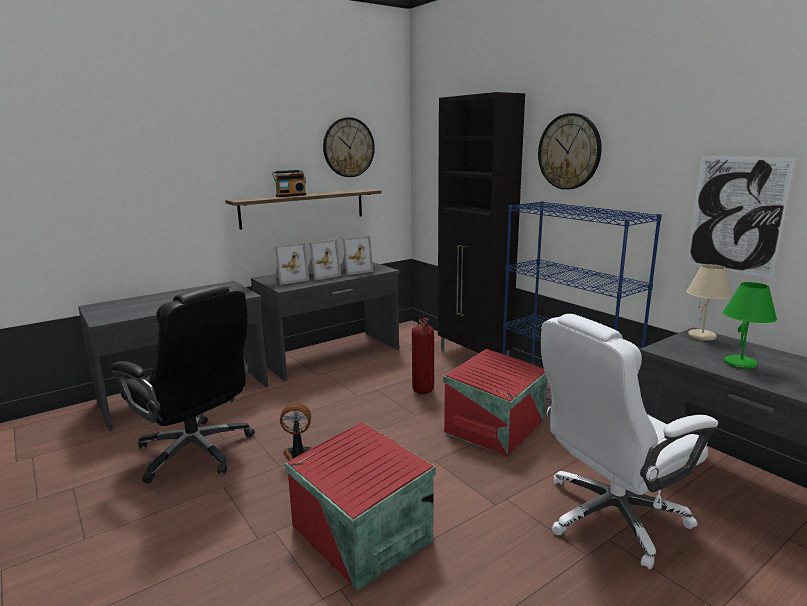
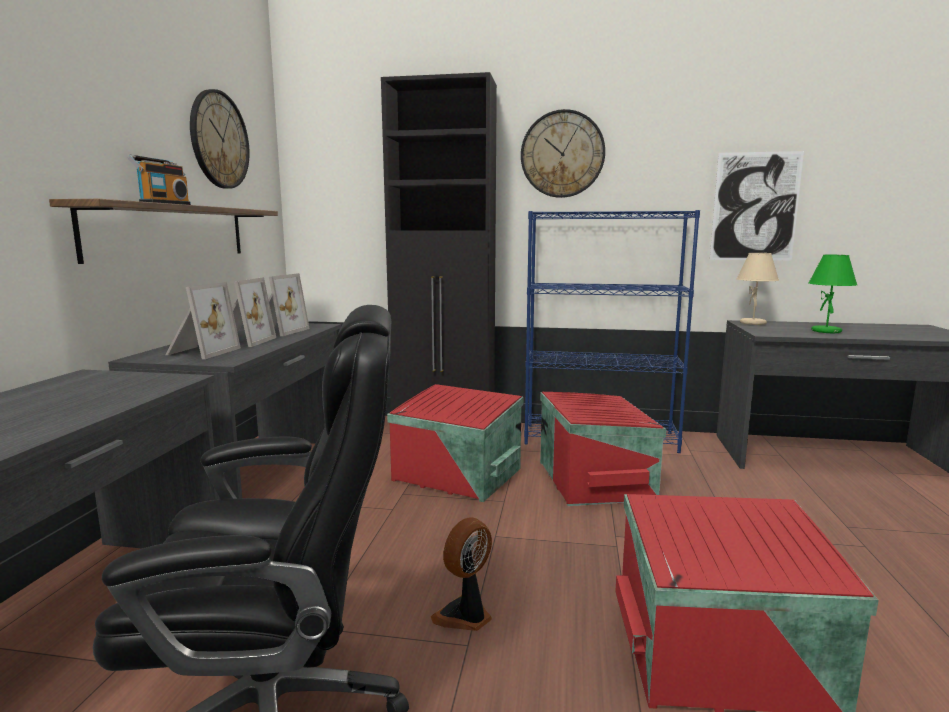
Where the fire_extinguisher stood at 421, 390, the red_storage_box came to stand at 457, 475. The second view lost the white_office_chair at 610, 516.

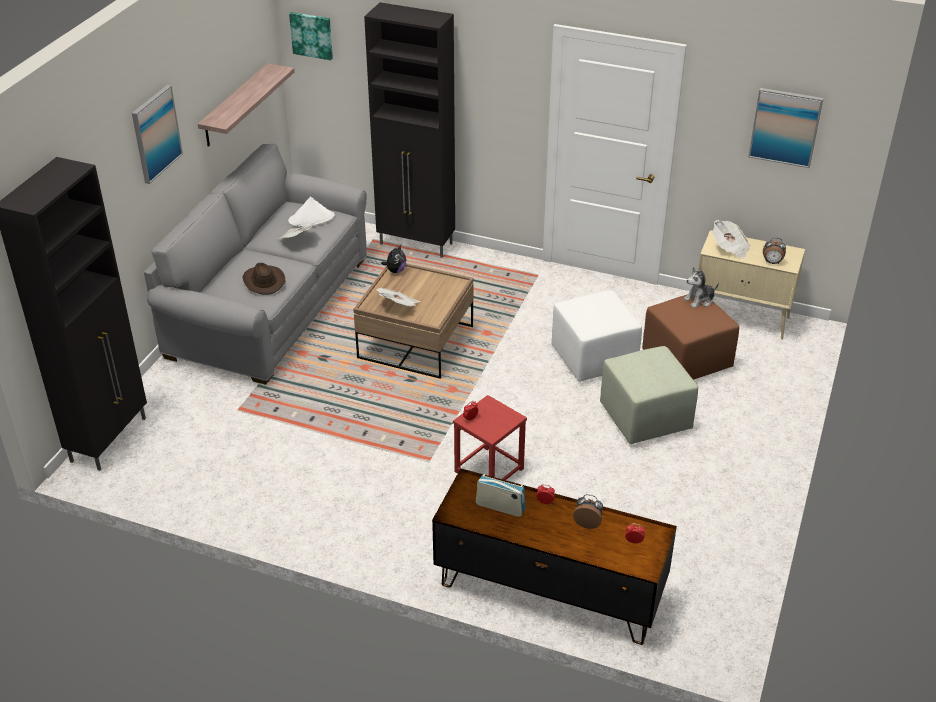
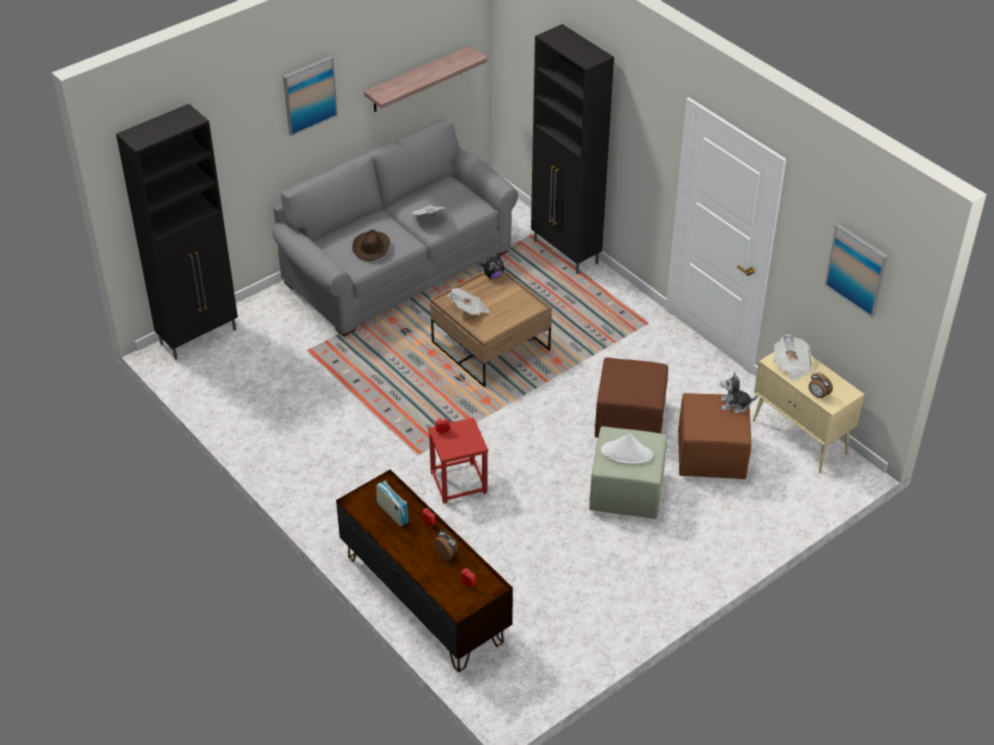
The white_hat ended up elsewhere, having gone from 311, 219 to 627, 453. The second view lost the picture at 312, 35. What was the white_ottoman at 594, 358 turned into the brown_ottoman at 630, 422.

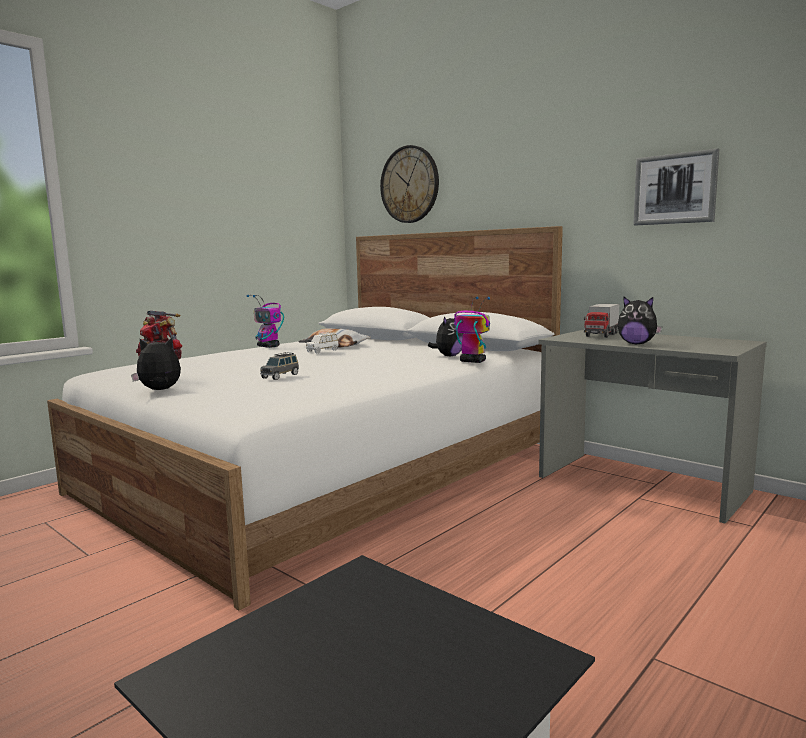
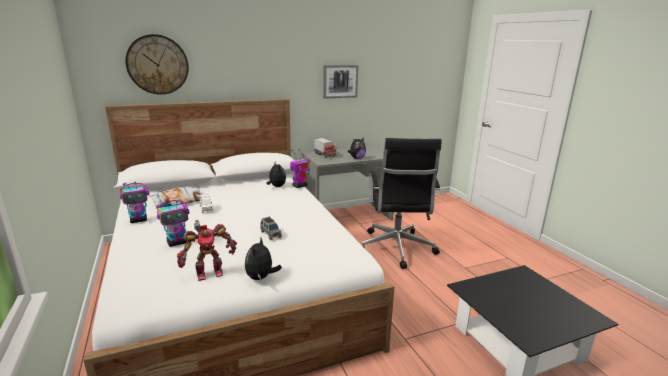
The second view gained the toy_robot at 177, 243. The second view gained the black_office_chair at 396, 249.

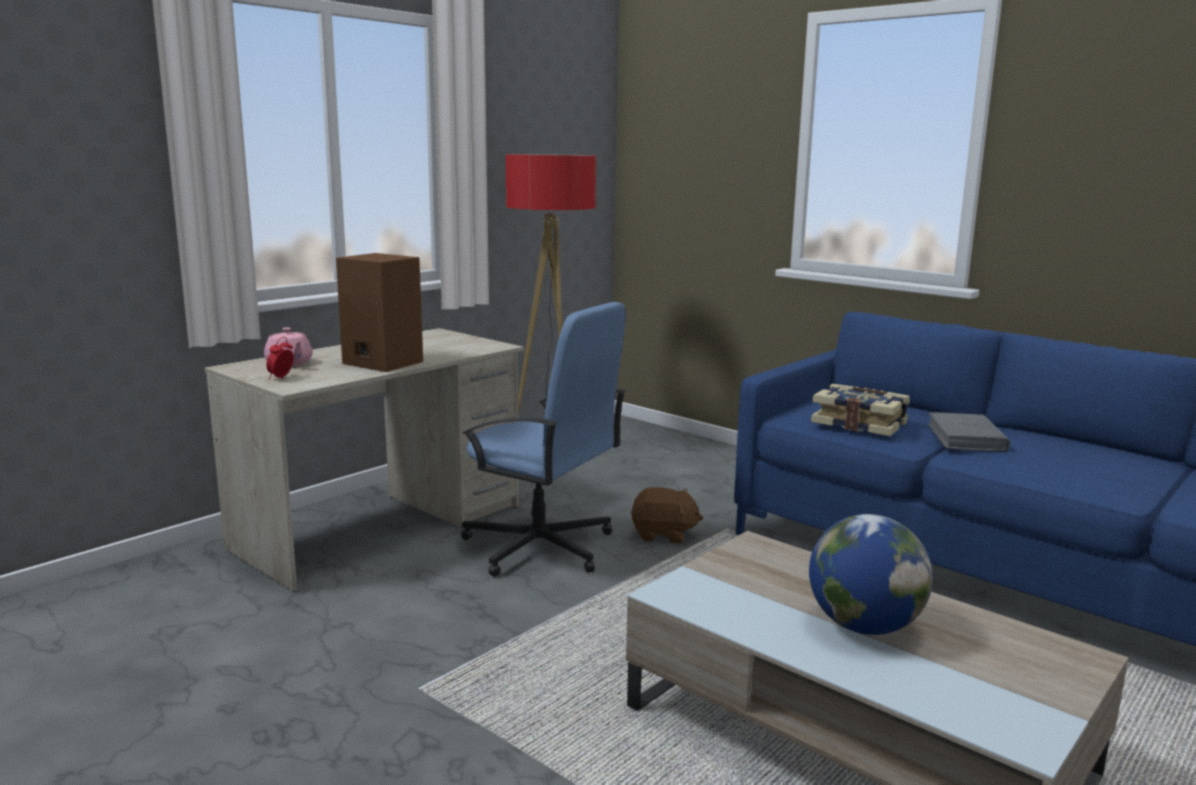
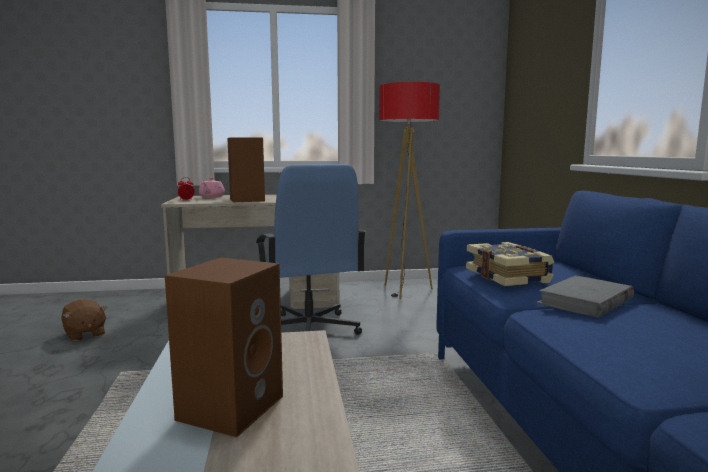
The brown_plush_toy ended up elsewhere, having gone from 663, 535 to 84, 334. Where the globe stood at 864, 626, the brown_speaker came to stand at 231, 406.

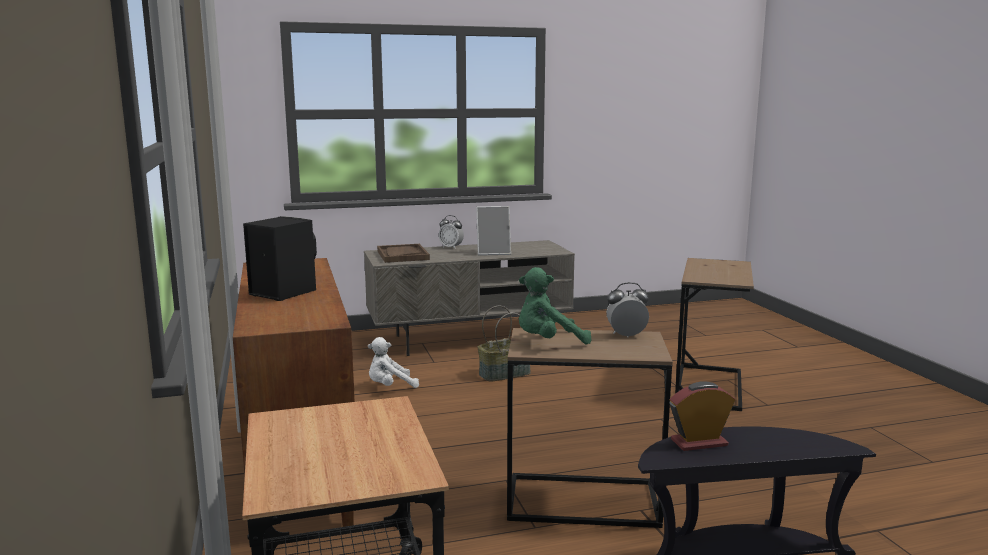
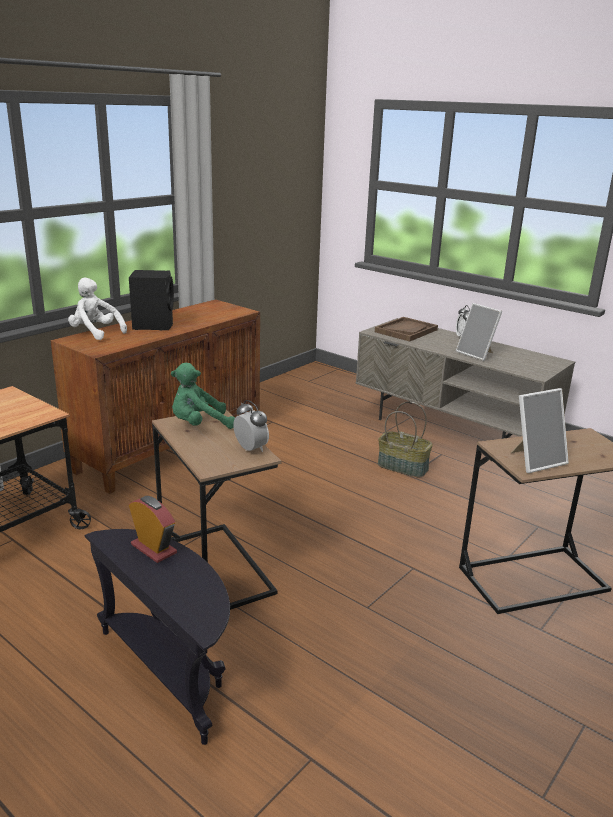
The white_plush_toy ended up elsewhere, having gone from 390, 387 to 95, 333. The green_plush_toy at 548, 342 ended up facing another way, 60 degrees counterclockwise from before. The second view gained the picture_frame at 535, 461.

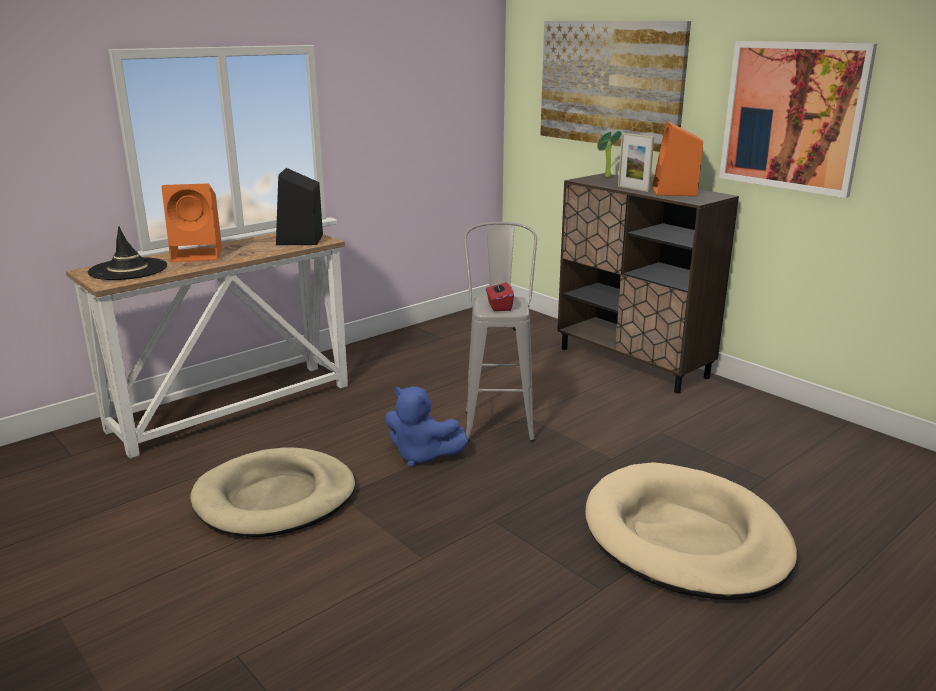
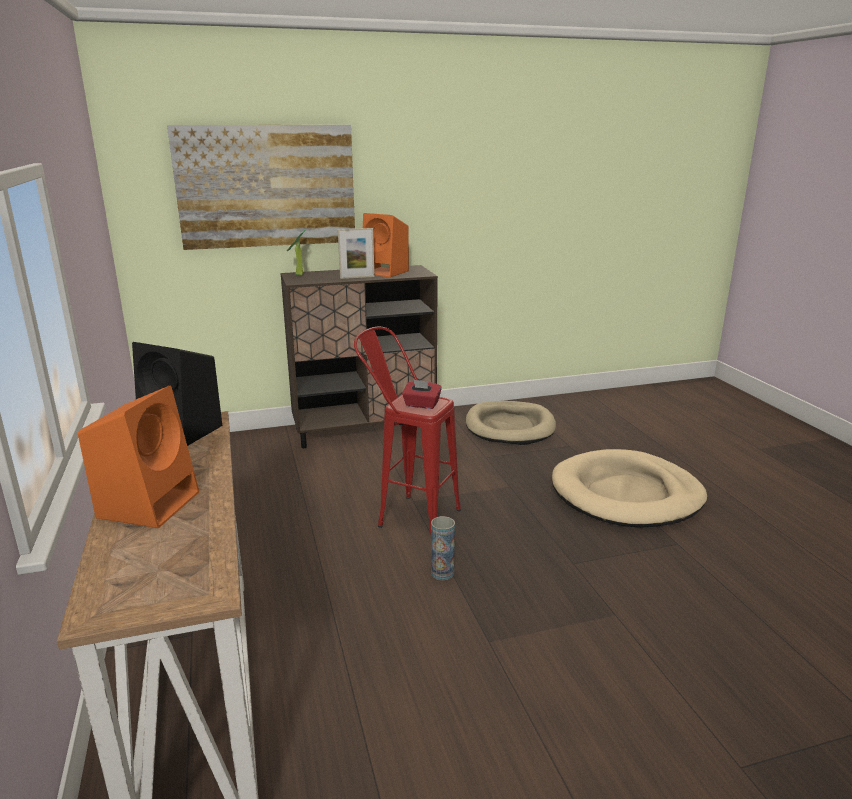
The second view lost the black_hat at 128, 269. The beige_dog_bed ended up elsewhere, having gone from 275, 498 to 510, 426. Where the blue_plush_toy stood at 421, 455, the vase came to stand at 442, 573. What was the grey_stool at 498, 420 turned into the red_stool at 408, 515. The second view lost the picture at 792, 116.

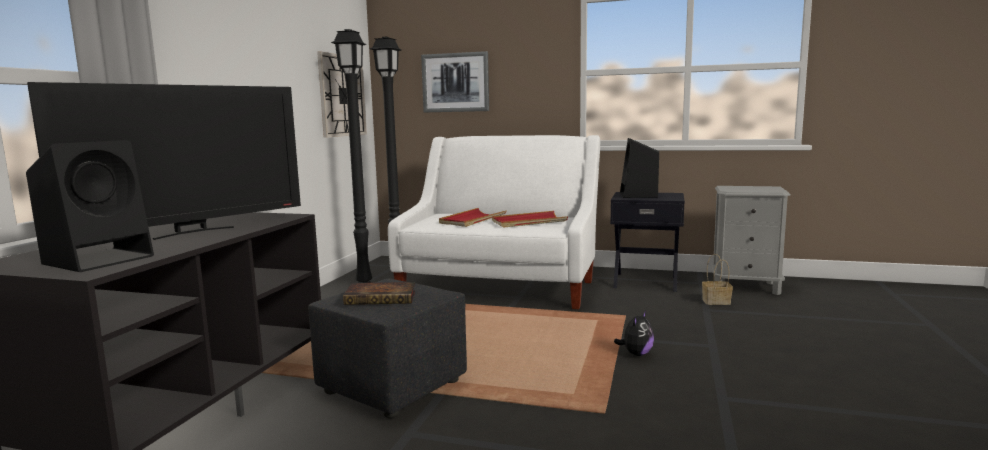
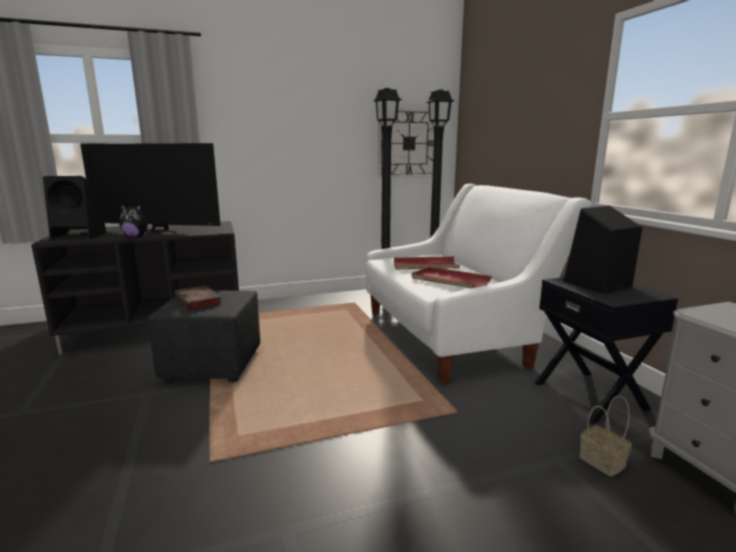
The second view lost the picture at 455, 82. The plush_toy ended up elsewhere, having gone from 636, 354 to 136, 236.

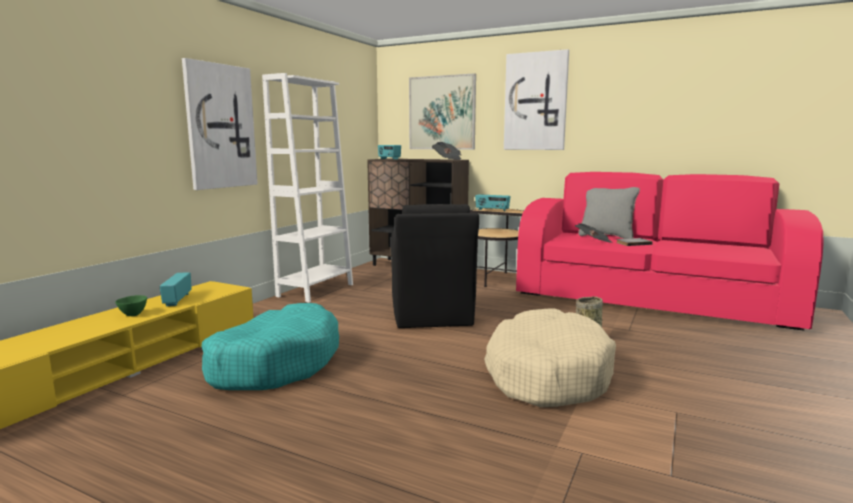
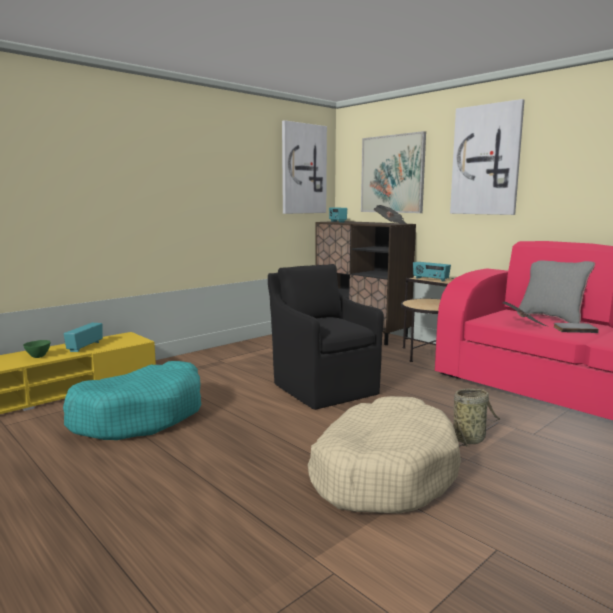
The picture ended up elsewhere, having gone from 220, 126 to 303, 169. The second view lost the white_bookcase at 315, 290. The black_armchair at 431, 316 ended up facing another way, 135 degrees clockwise from before.

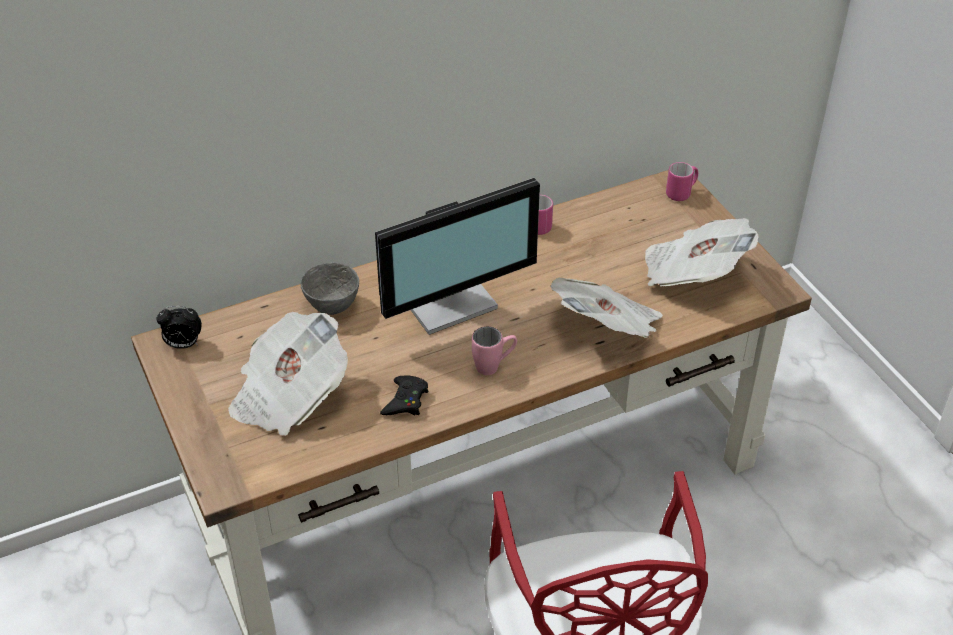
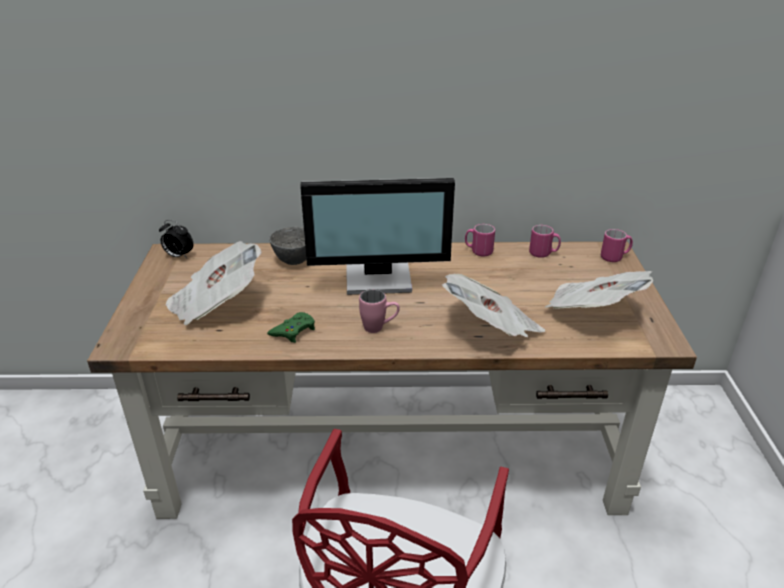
What was the black_game_controller at 405, 400 turned into the green_game_controller at 293, 331. The second view gained the pink_mug at 543, 254.

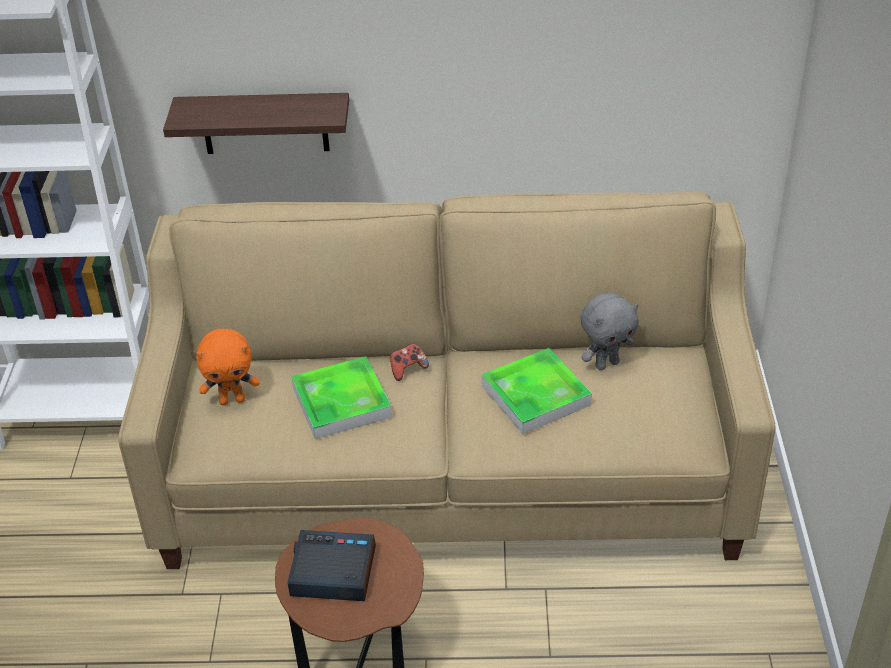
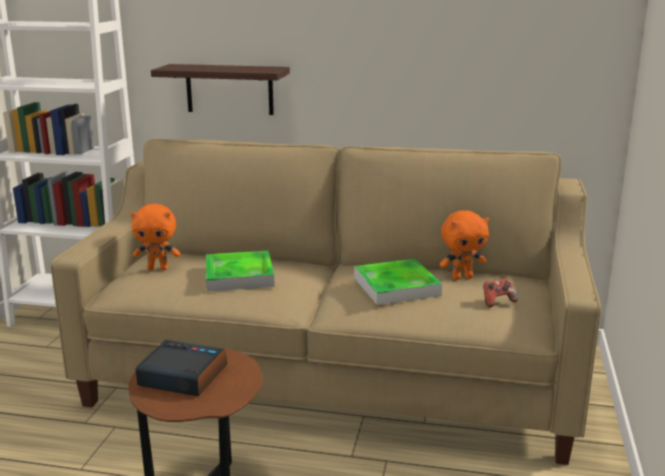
The game_controller ended up elsewhere, having gone from 407, 369 to 497, 302. What was the grey_plush_toy at 606, 364 turned into the orange_plush_toy at 462, 277.

